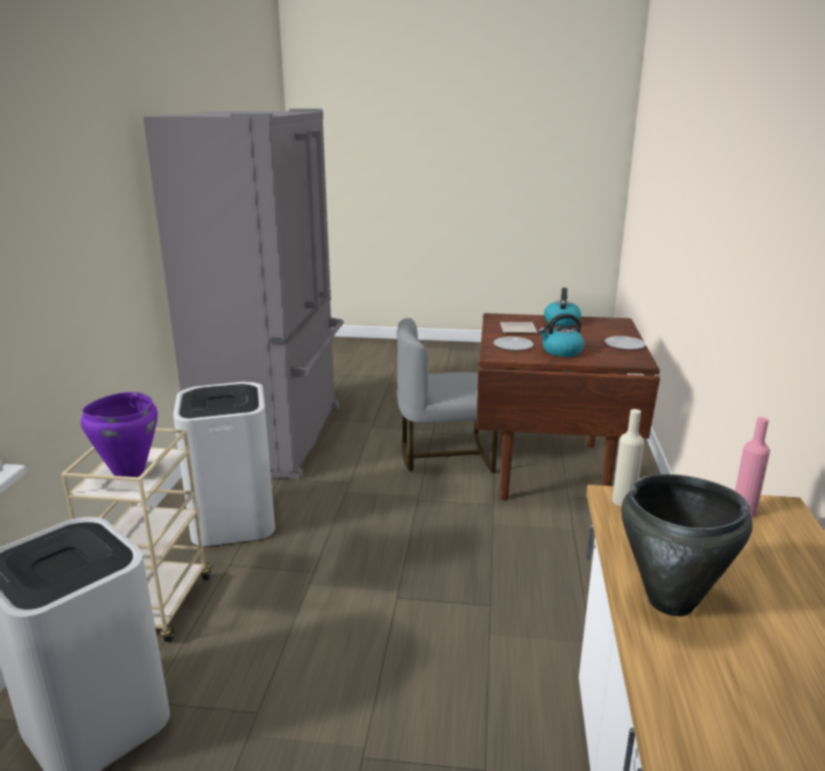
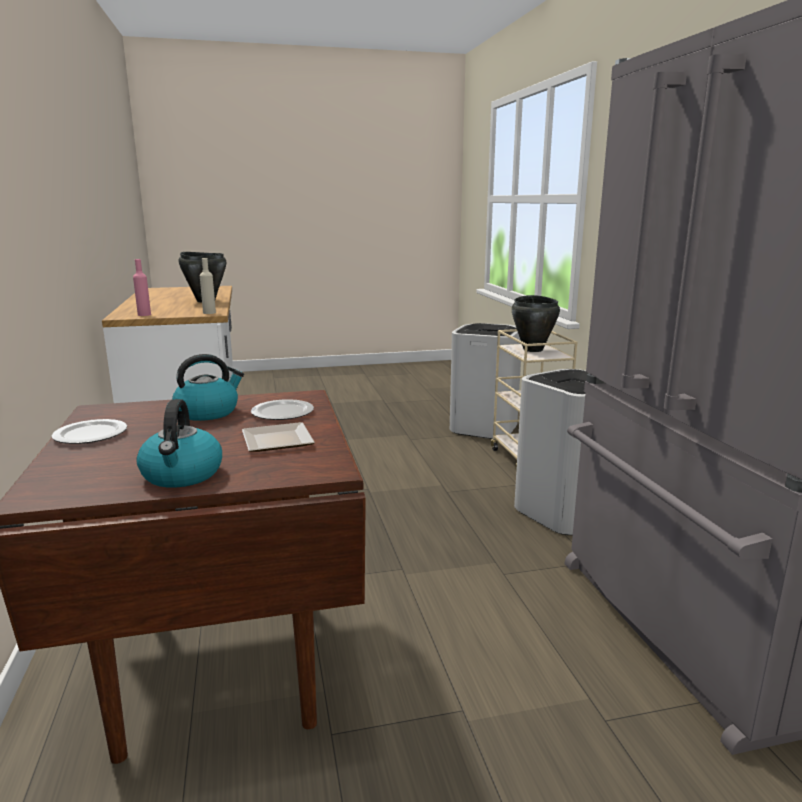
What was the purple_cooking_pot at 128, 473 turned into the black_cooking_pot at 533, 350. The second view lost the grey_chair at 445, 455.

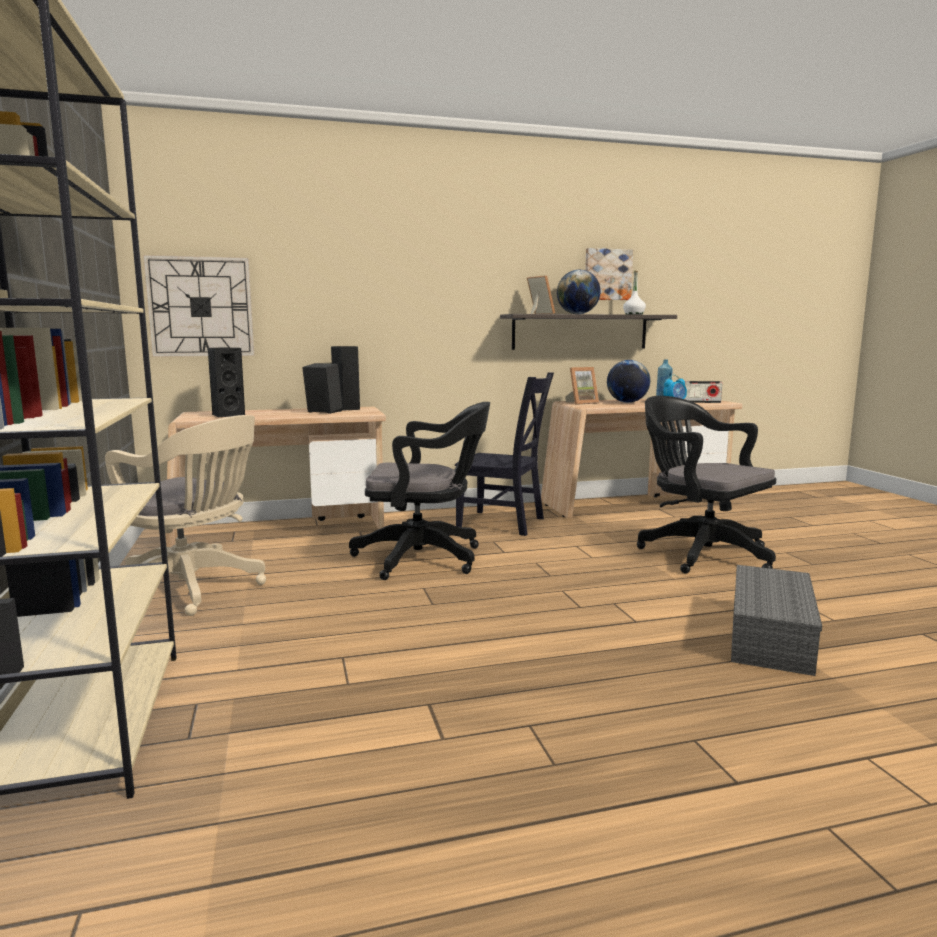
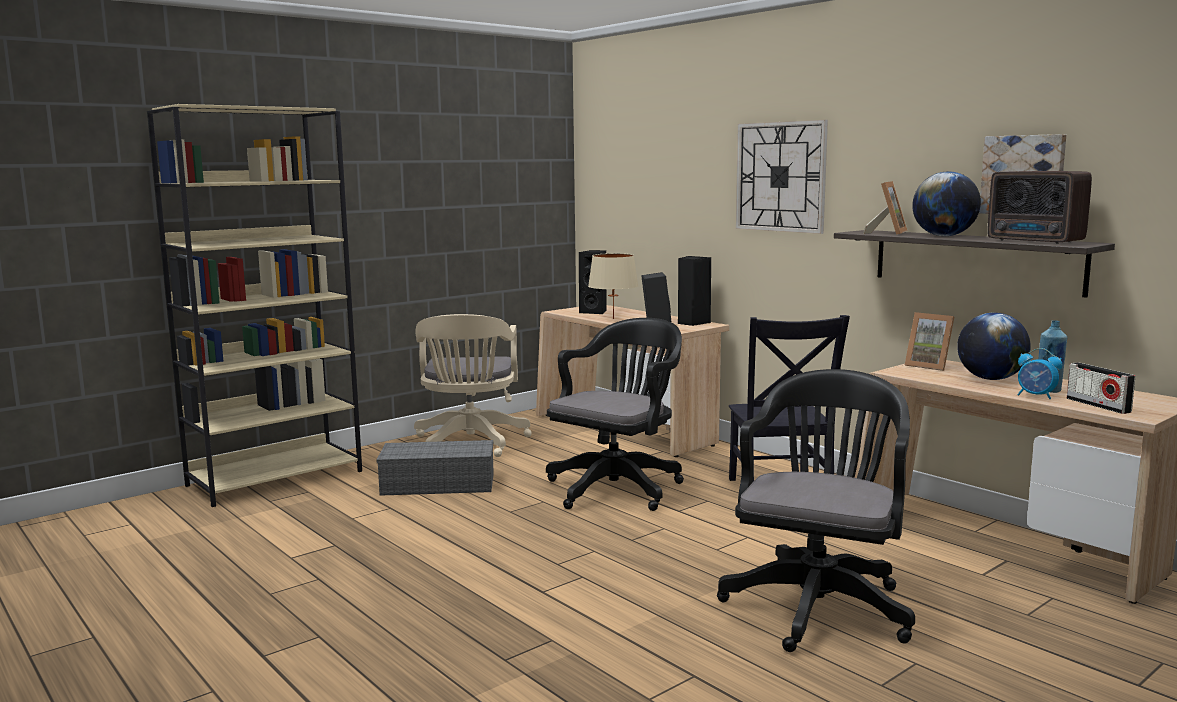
The wall_clock ended up elsewhere, having gone from 201, 307 to 780, 177. The black_office_chair at 426, 558 ended up facing another way, 120 degrees counterclockwise from before. Where the white_bottle stood at 634, 314, the radio came to stand at 1036, 241. The grey_storage_box ended up elsewhere, having gone from 768, 635 to 440, 484. The second view gained the beige_table_lamp at 613, 318.

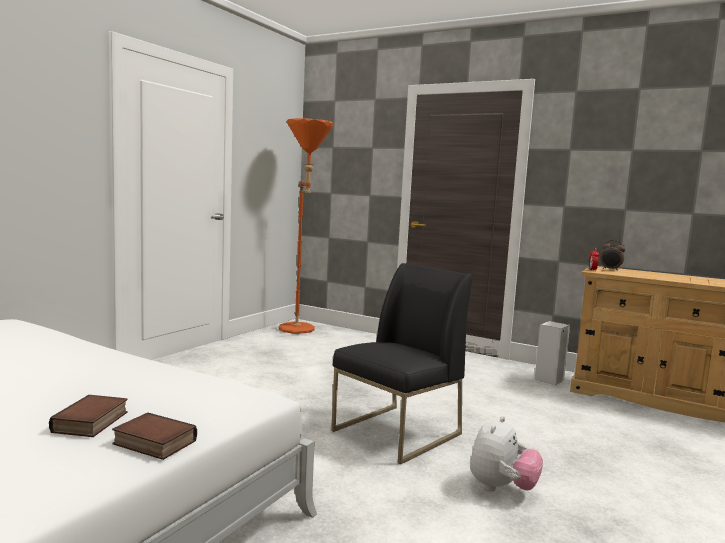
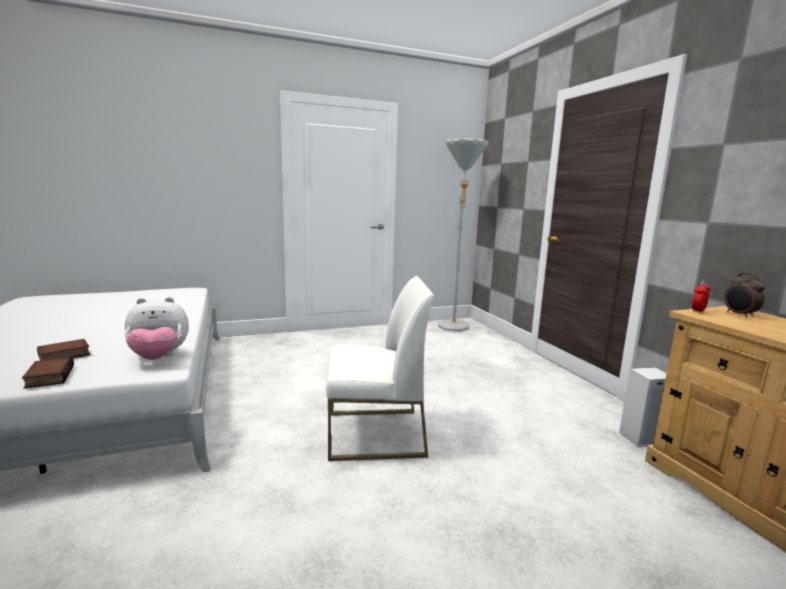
What was the orange_floor_lamp at 301, 331 turned into the grey_floor_lamp at 454, 328. What was the black_chair at 397, 433 turned into the white_chair at 374, 434. The plush_toy ended up elsewhere, having gone from 501, 488 to 158, 358.

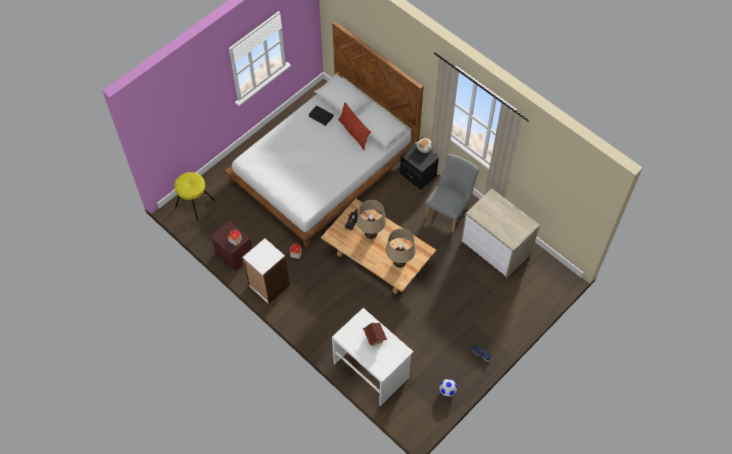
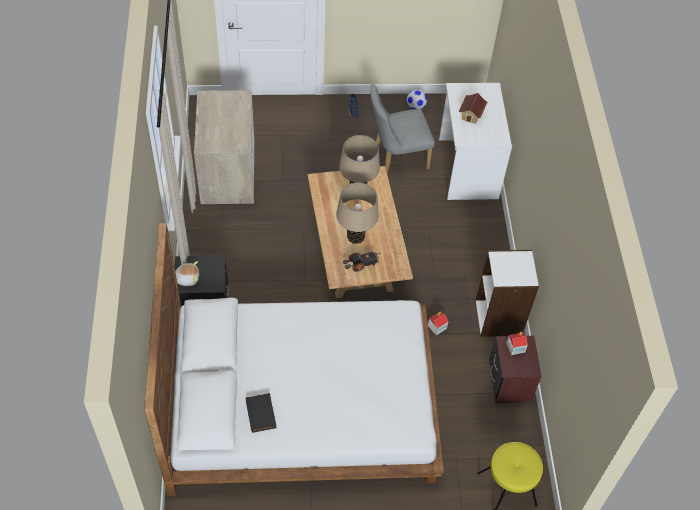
The second view lost the pillow at 353, 133. The grey_chair ended up elsewhere, having gone from 449, 210 to 396, 157.

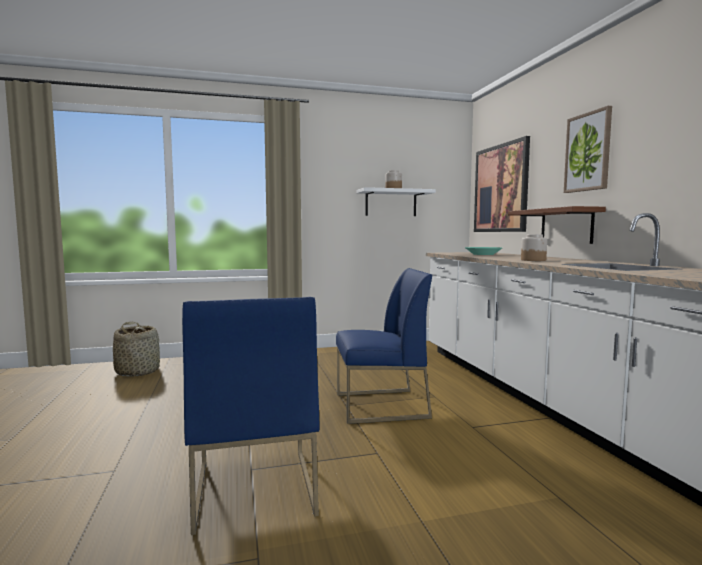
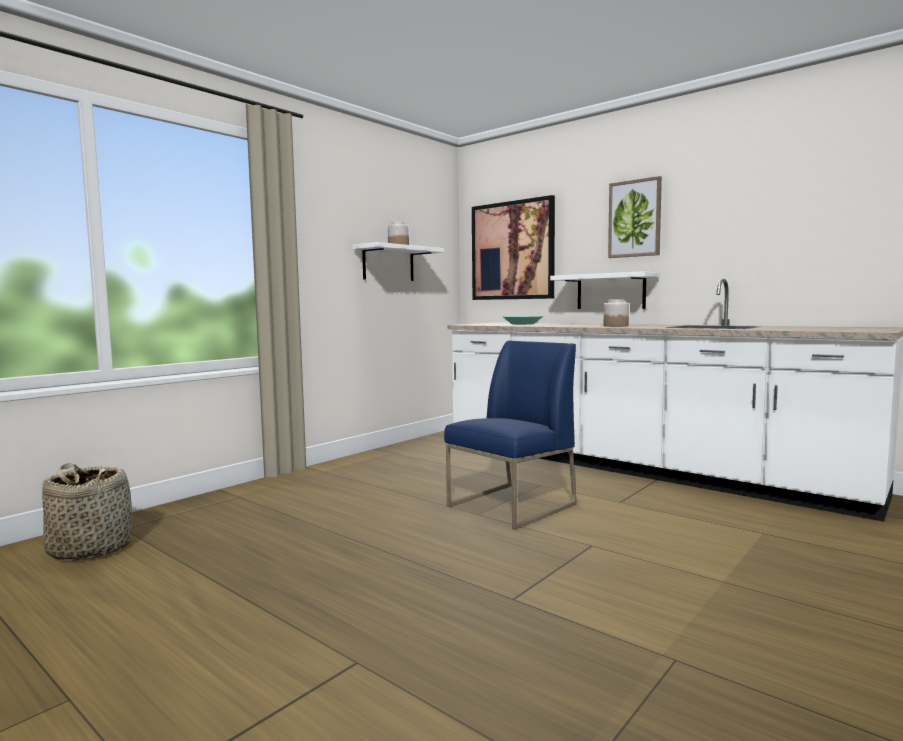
The second view lost the blue_chair at 253, 487. What was the brown_shelf at 566, 226 turned into the white_shelf at 610, 291.

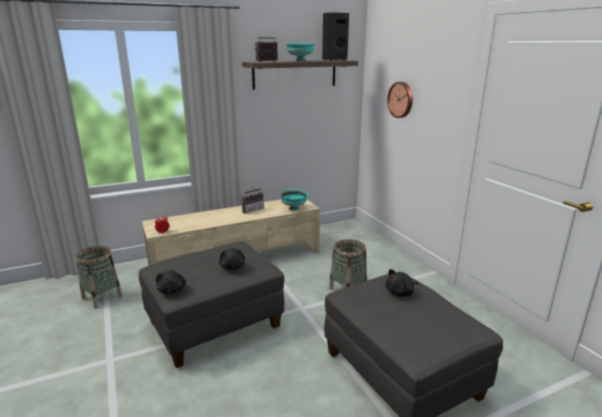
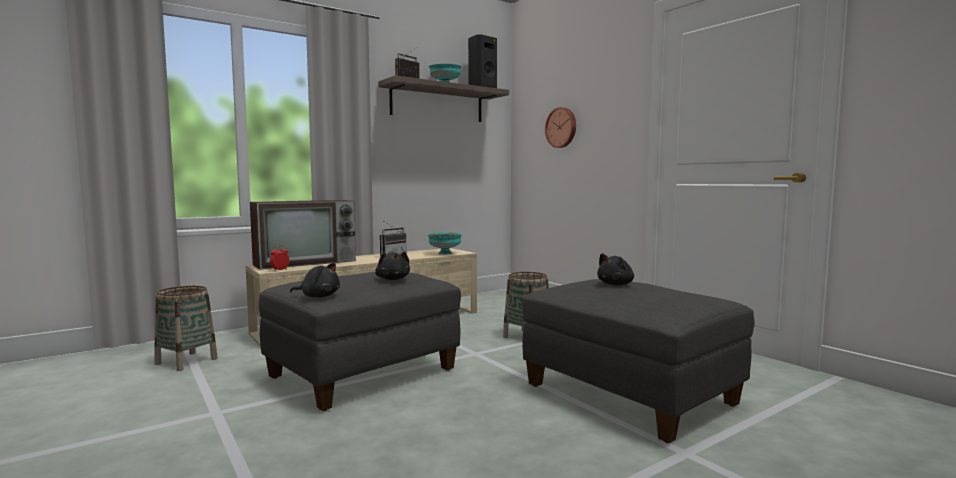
The black_plush_toy at 172, 290 ended up facing another way, 60 degrees counterclockwise from before. The second view gained the television at 307, 262.

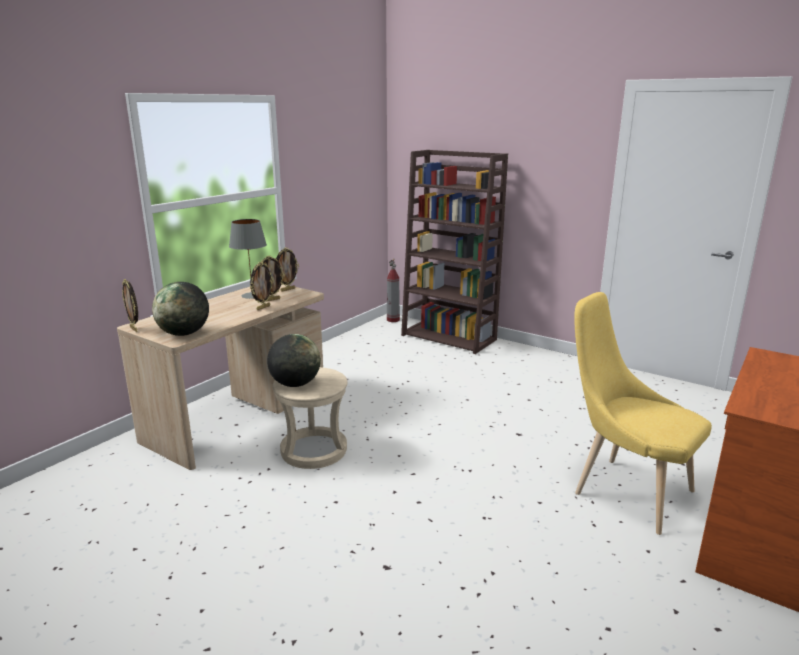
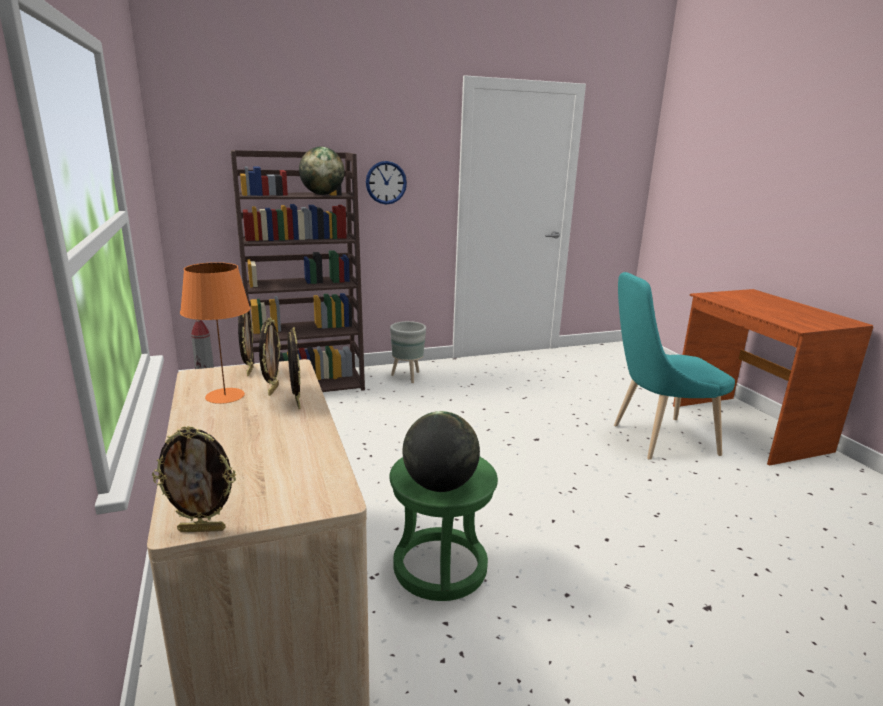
The globe ended up elsewhere, having gone from 184, 334 to 322, 194. What was the grey_table_lamp at 252, 295 turned into the orange_table_lamp at 224, 396. What was the beige_stool at 314, 450 turned into the green_stool at 440, 567. What was the yellow_chair at 625, 490 turned into the turquoise_chair at 657, 439. The second view gained the wall_clock at 386, 182. The second view gained the grey_planter at 407, 376.

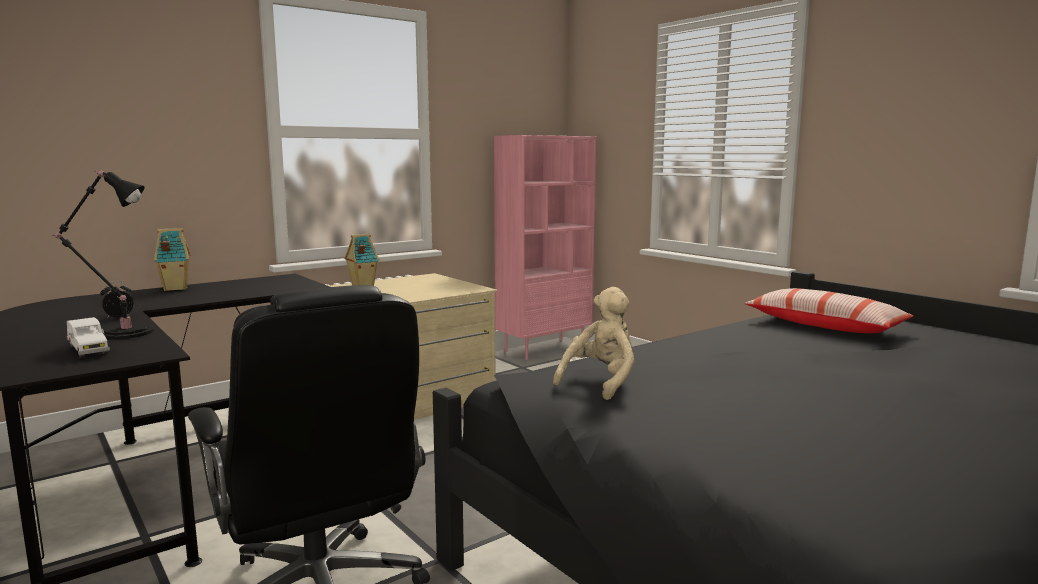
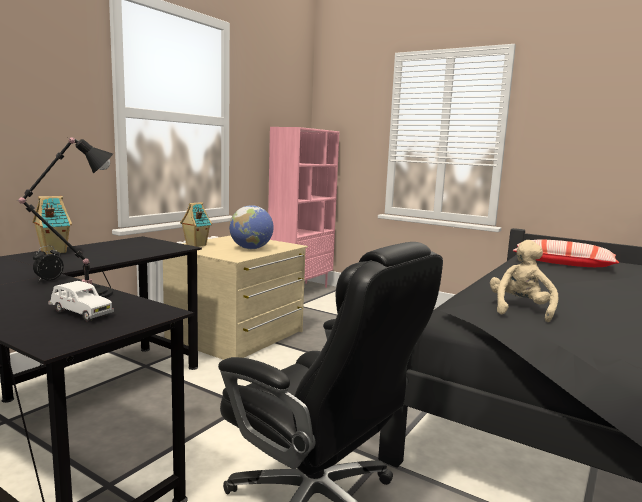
The second view gained the globe at 251, 248.

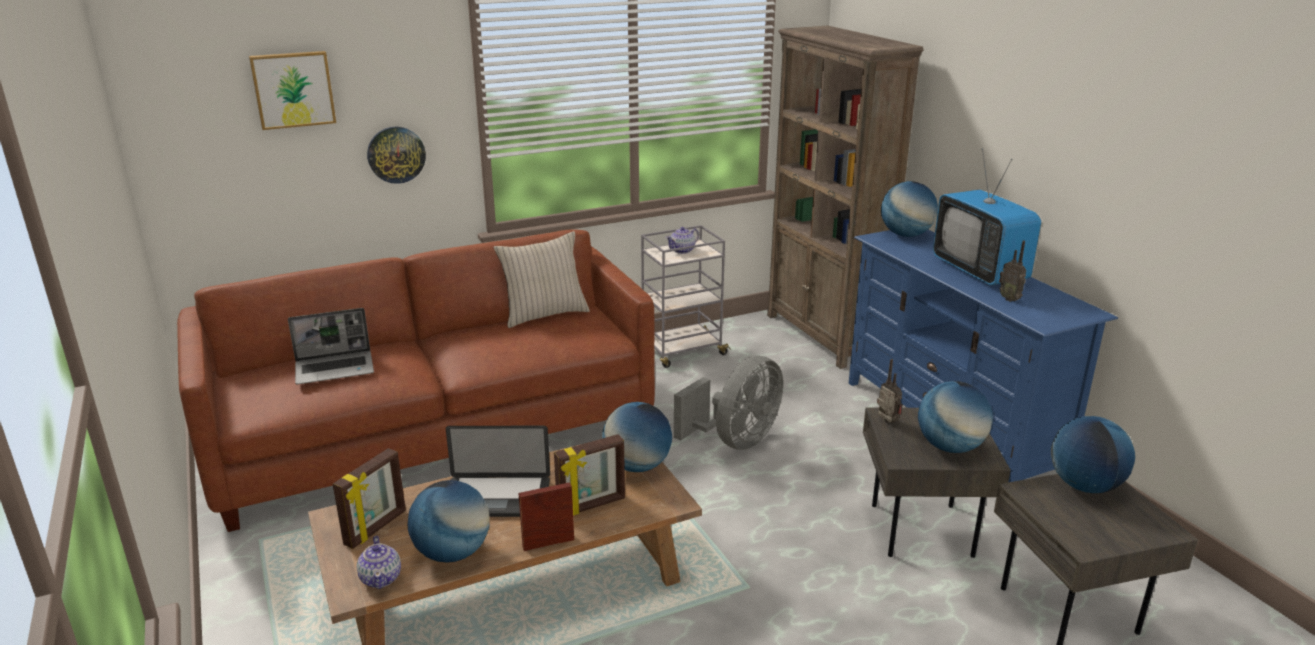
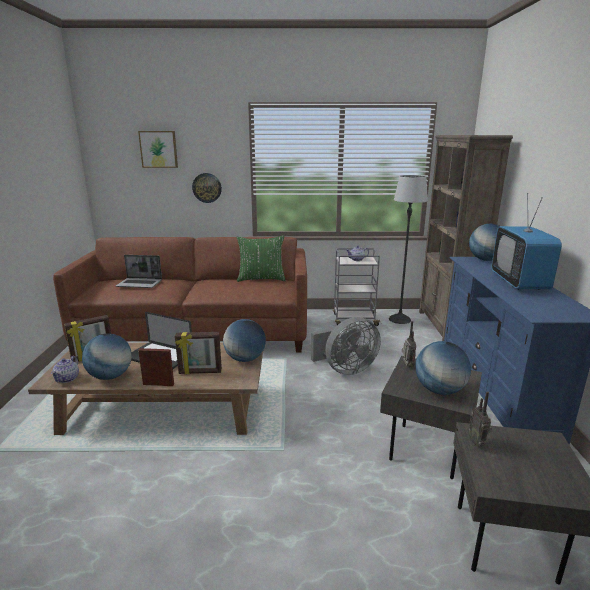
What was the beige_pillow at 544, 315 turned into the green_pillow at 261, 279. The radio ended up elsewhere, having gone from 1010, 299 to 477, 442. The second view lost the globe at 1084, 486. The second view gained the floor_lamp at 400, 319.

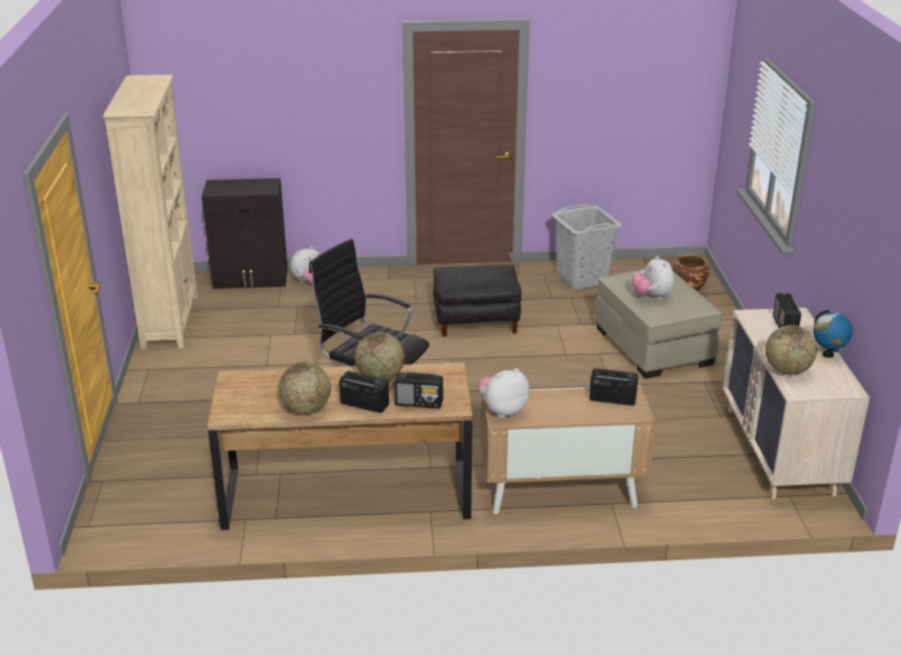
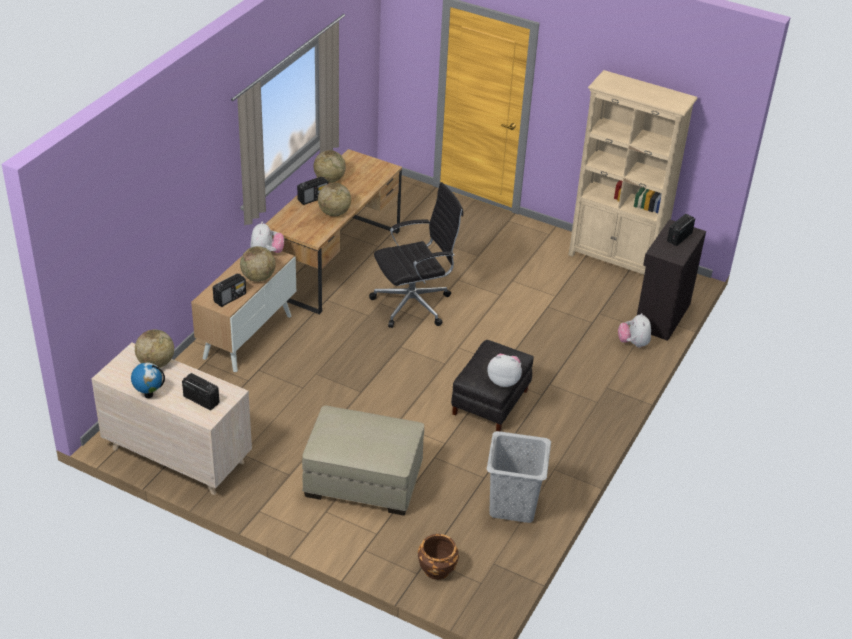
The radio ended up elsewhere, having gone from 419, 403 to 679, 238. The plush_toy ended up elsewhere, having gone from 652, 296 to 504, 381. The second view gained the globe at 258, 277.

